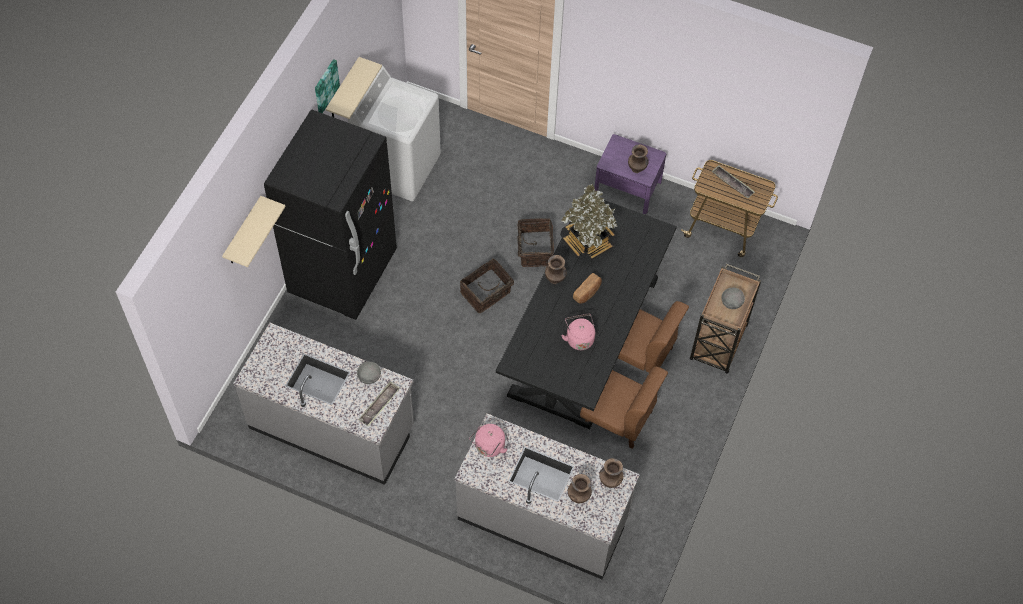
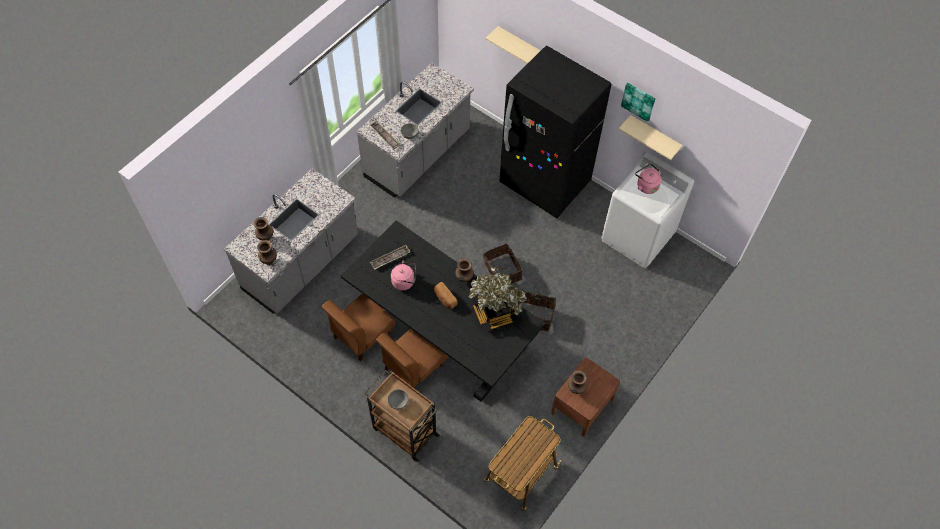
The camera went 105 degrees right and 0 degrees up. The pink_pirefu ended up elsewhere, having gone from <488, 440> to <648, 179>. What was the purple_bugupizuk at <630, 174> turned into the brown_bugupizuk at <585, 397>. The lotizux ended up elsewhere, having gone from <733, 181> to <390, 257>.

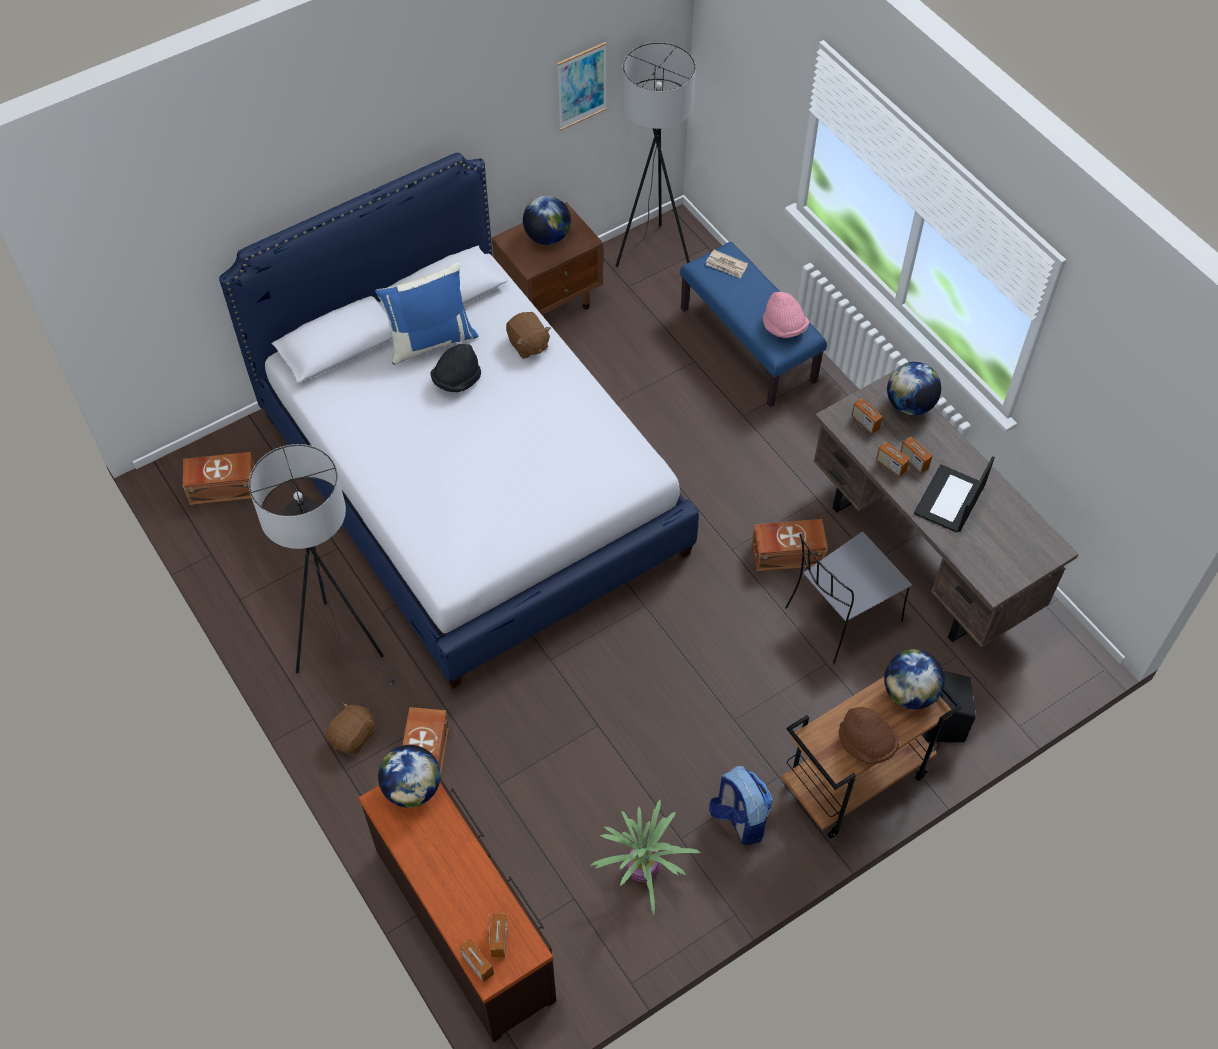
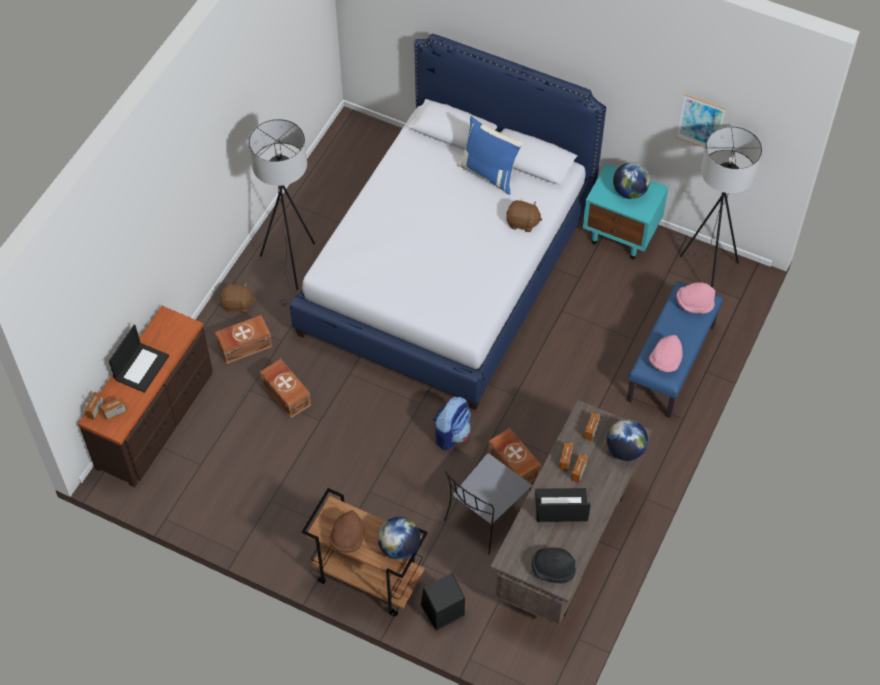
The camera went 60 degrees right and 0 degrees up. The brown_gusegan ended up elsewhere, having gone from <219, 478> to <285, 388>. The second view lost the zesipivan at <409, 776>. The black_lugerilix ended up elsewhere, having gone from <456, 368> to <554, 565>. What was the brown_bugupizuk at <547, 259> turned into the turquoise_bugupizuk at <626, 211>. The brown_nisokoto at <528, 335> ended up facing another way, 105 degrees counterclockwise from before. The second view lost the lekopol at <645, 857>. Where the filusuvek stood at <727, 264>, the pink_lugerilix came to stand at <695, 298>. The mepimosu ended up elsewhere, having gone from <741, 805> to <452, 423>. The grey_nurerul at <848, 598> ended up facing another way, 75 degrees counterclockwise from before. The second view gained the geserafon at <139, 359>.

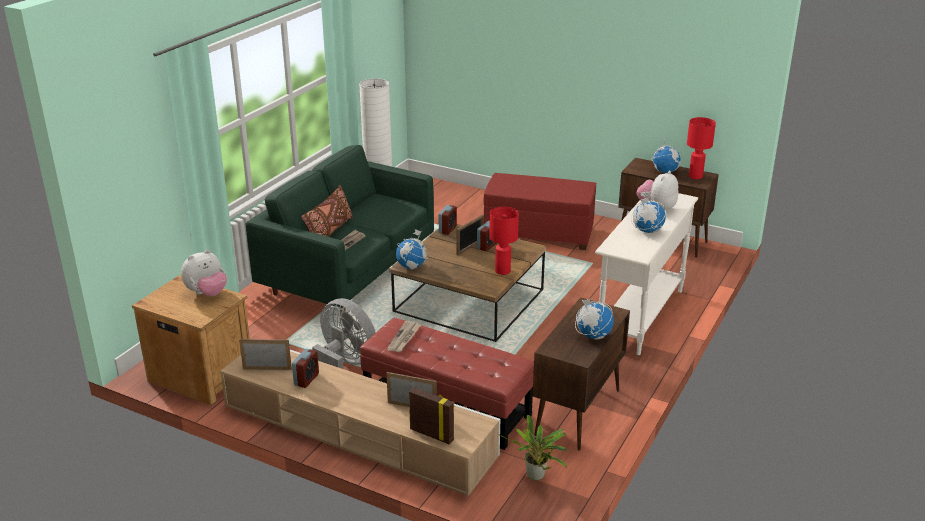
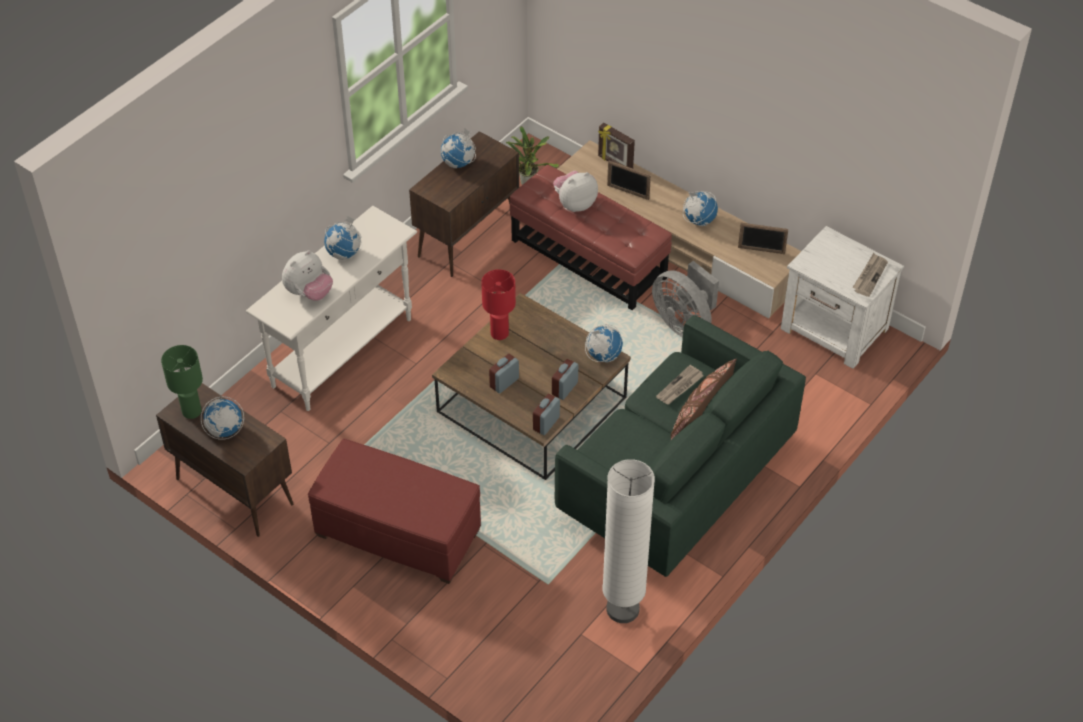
The camera went 170 degrees left and 20 degrees up. What was the brown_bugupizuk at <191, 340> turned into the white_bugupizuk at <842, 297>. The nisokoto ended up elsewhere, having gone from <204, 273> to <575, 191>. The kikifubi ended up elsewhere, having gone from <305, 368> to <565, 379>. The filusuvek ended up elsewhere, having gone from <404, 336> to <870, 275>. The second view lost the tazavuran at <470, 235>. What was the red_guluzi at <701, 148> turned into the green_guluzi at <182, 382>. The second view gained the zesipivan at <700, 208>.

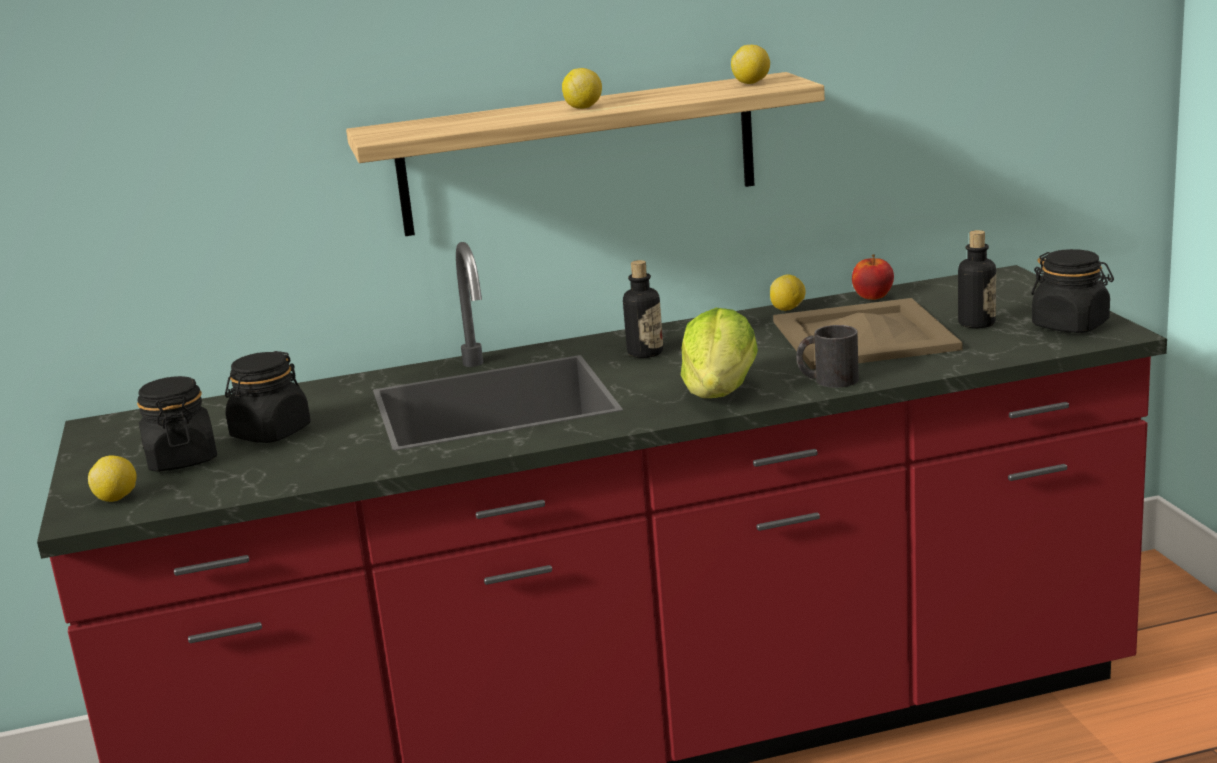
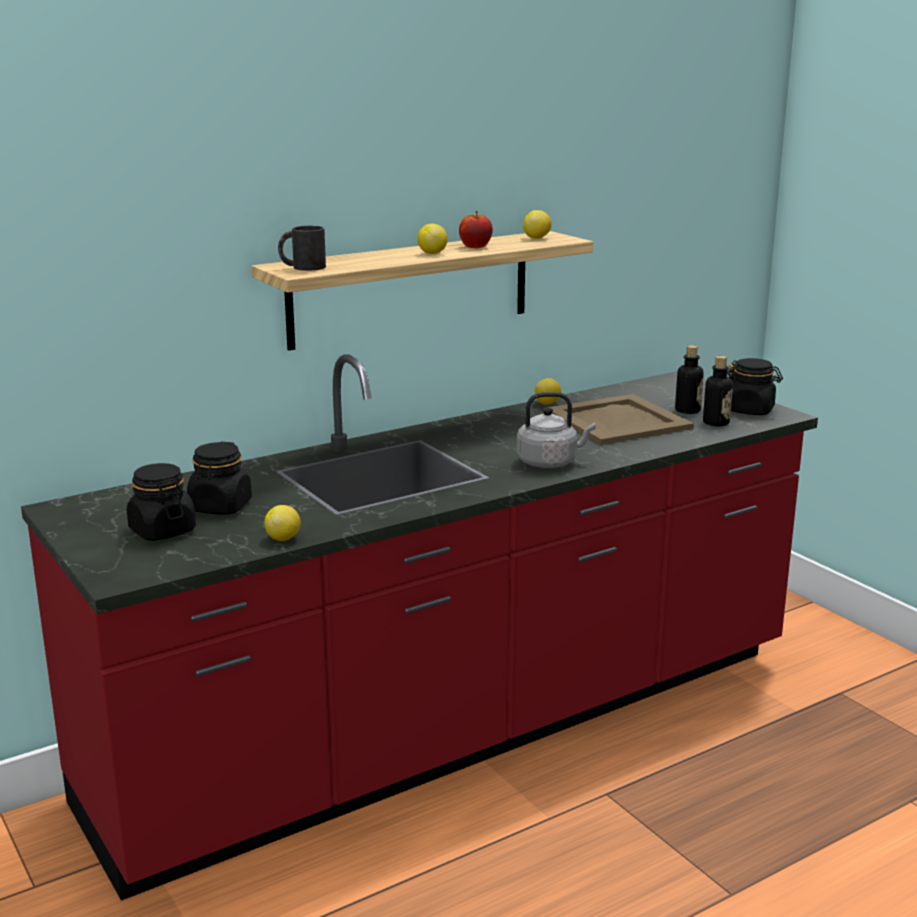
The camera went 20 degrees left and 0 degrees up. The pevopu ended up elsewhere, having gone from <112, 478> to <282, 523>. The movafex ended up elsewhere, having gone from <643, 309> to <718, 391>. Where the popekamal stood at <719, 353>, the grey_pirefu came to stand at <556, 430>. The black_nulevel ended up elsewhere, having gone from <827, 356> to <302, 248>. The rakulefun ended up elsewhere, having gone from <873, 277> to <476, 229>.

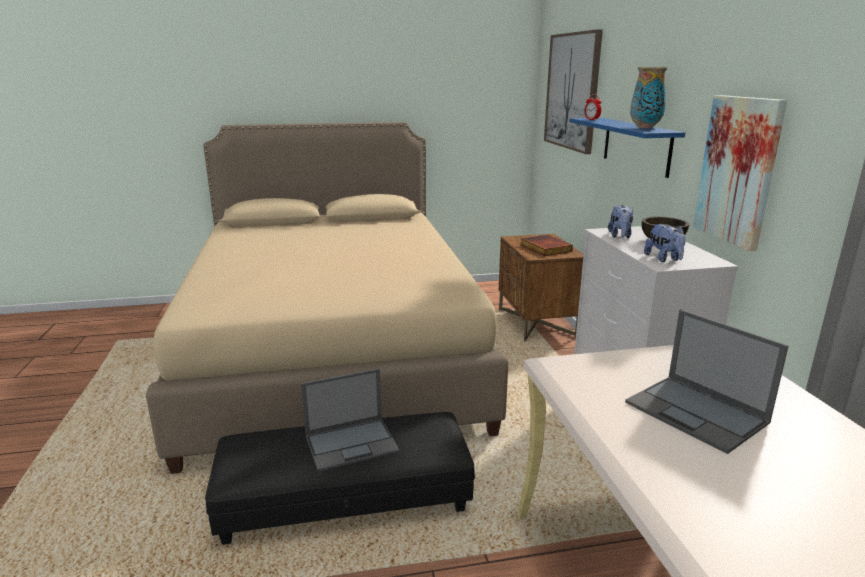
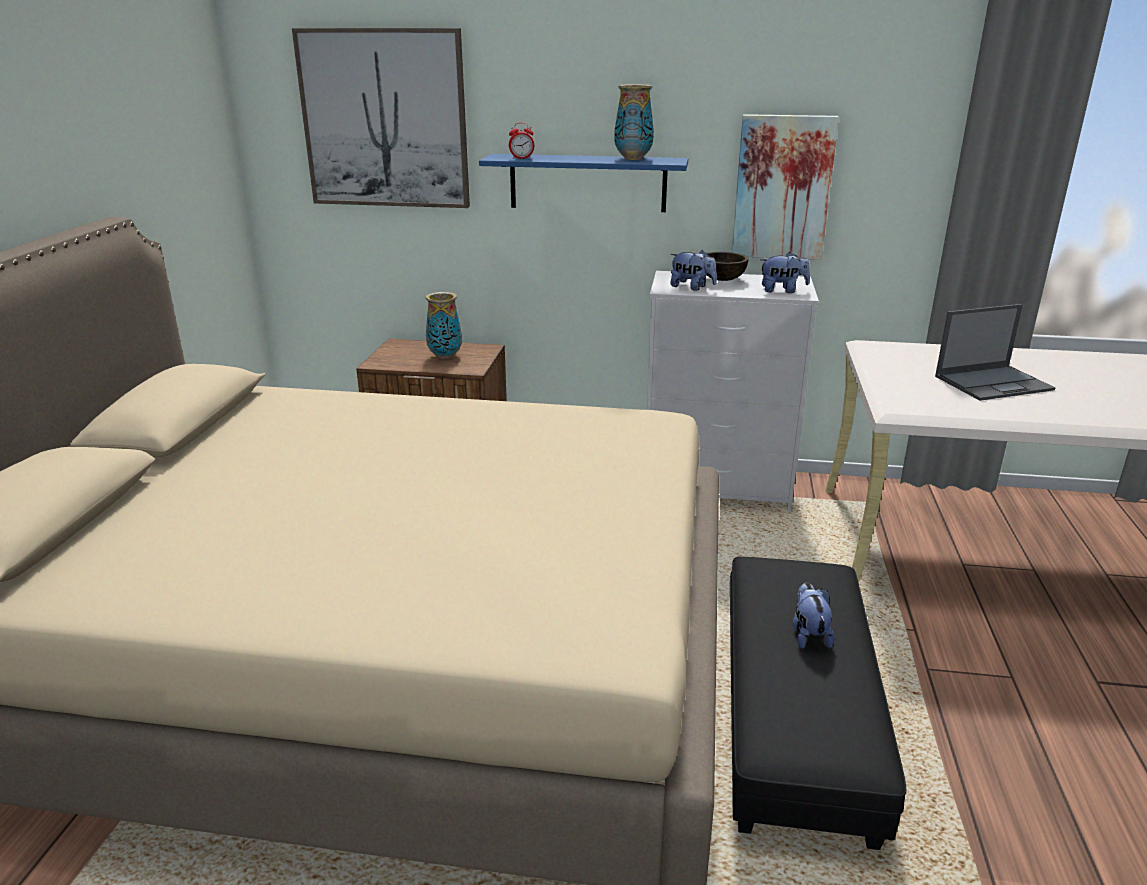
The camera went 70 degrees left and 5 degrees up. Where the geserafon stood at <350, 420>, the nisokoto came to stand at <813, 616>. Where the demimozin stood at <546, 245>, the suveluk came to stand at <444, 325>.

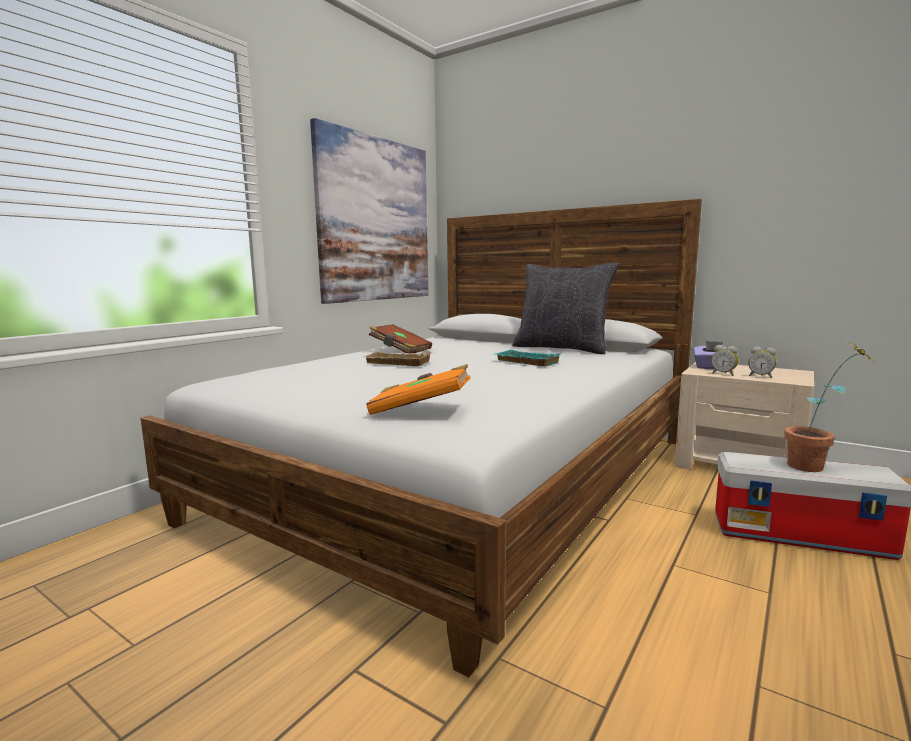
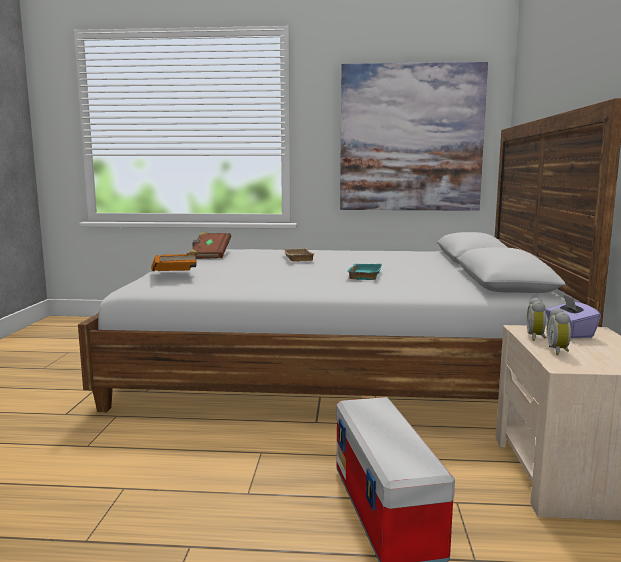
The camera went 60 degrees right and 0 degrees up. The brown_demimozin ended up elsewhere, having gone from <400, 338> to <210, 245>. The second view lost the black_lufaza at <565, 308>. The second view lost the lekopol at <829, 406>.

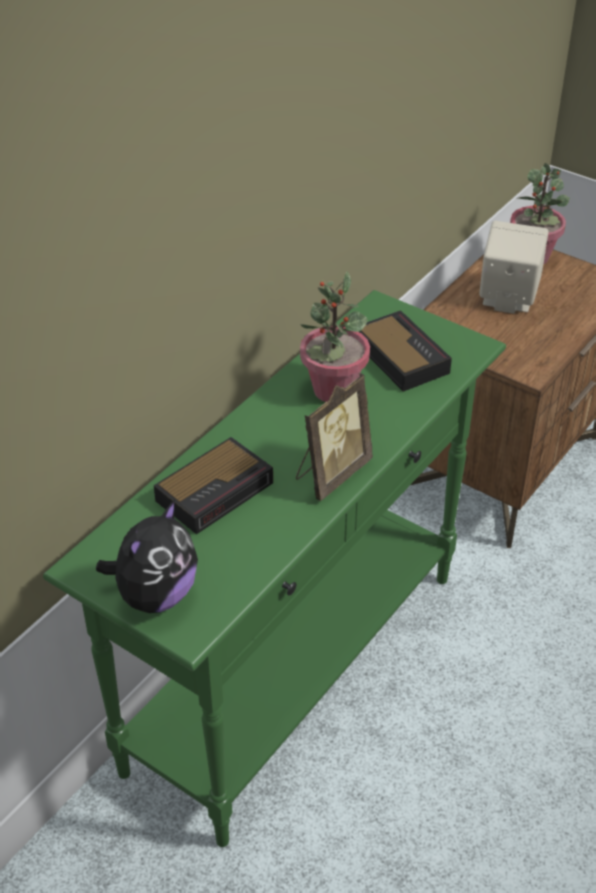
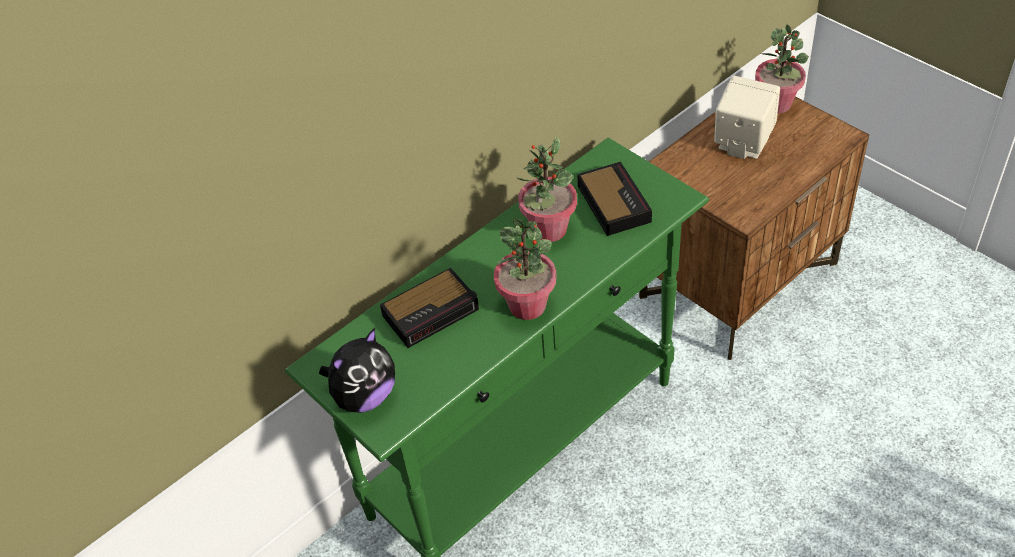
The camera went 15 degrees right and 5 degrees up. Where the tazavuran stood at <334, 437>, the lekopol came to stand at <524, 269>.

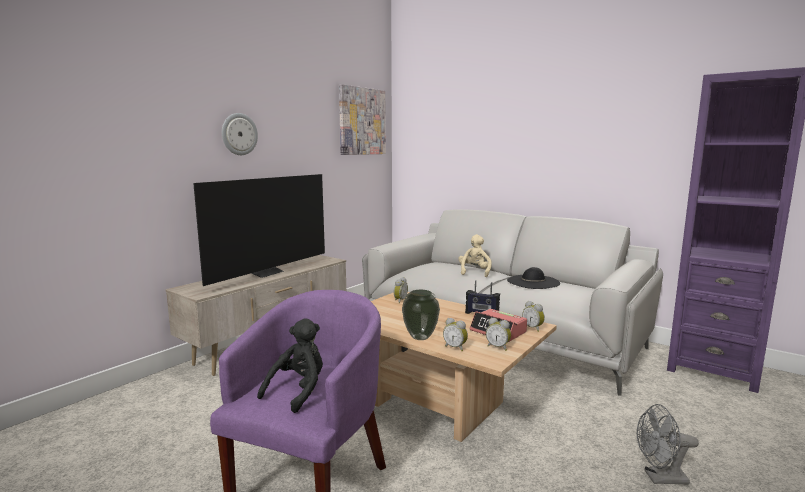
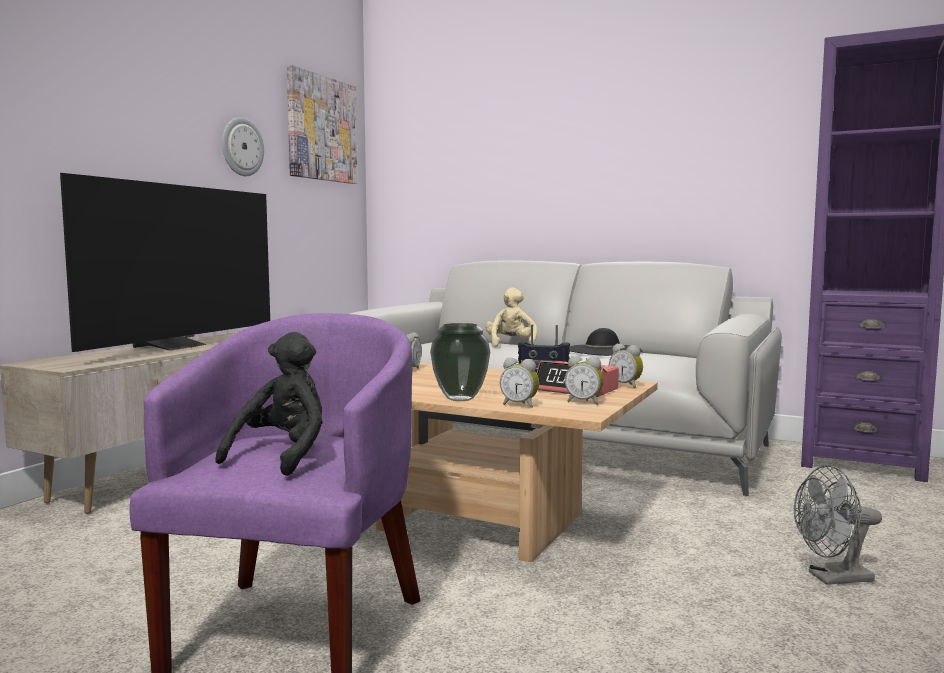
The camera went 10 degrees left and 5 degrees down. The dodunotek ended up elsewhere, having gone from <240, 134> to <243, 146>.

